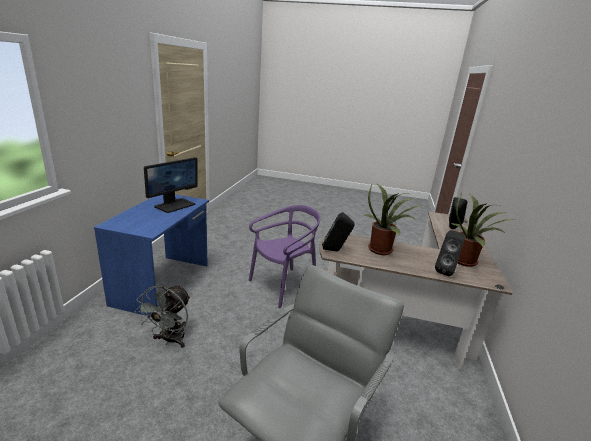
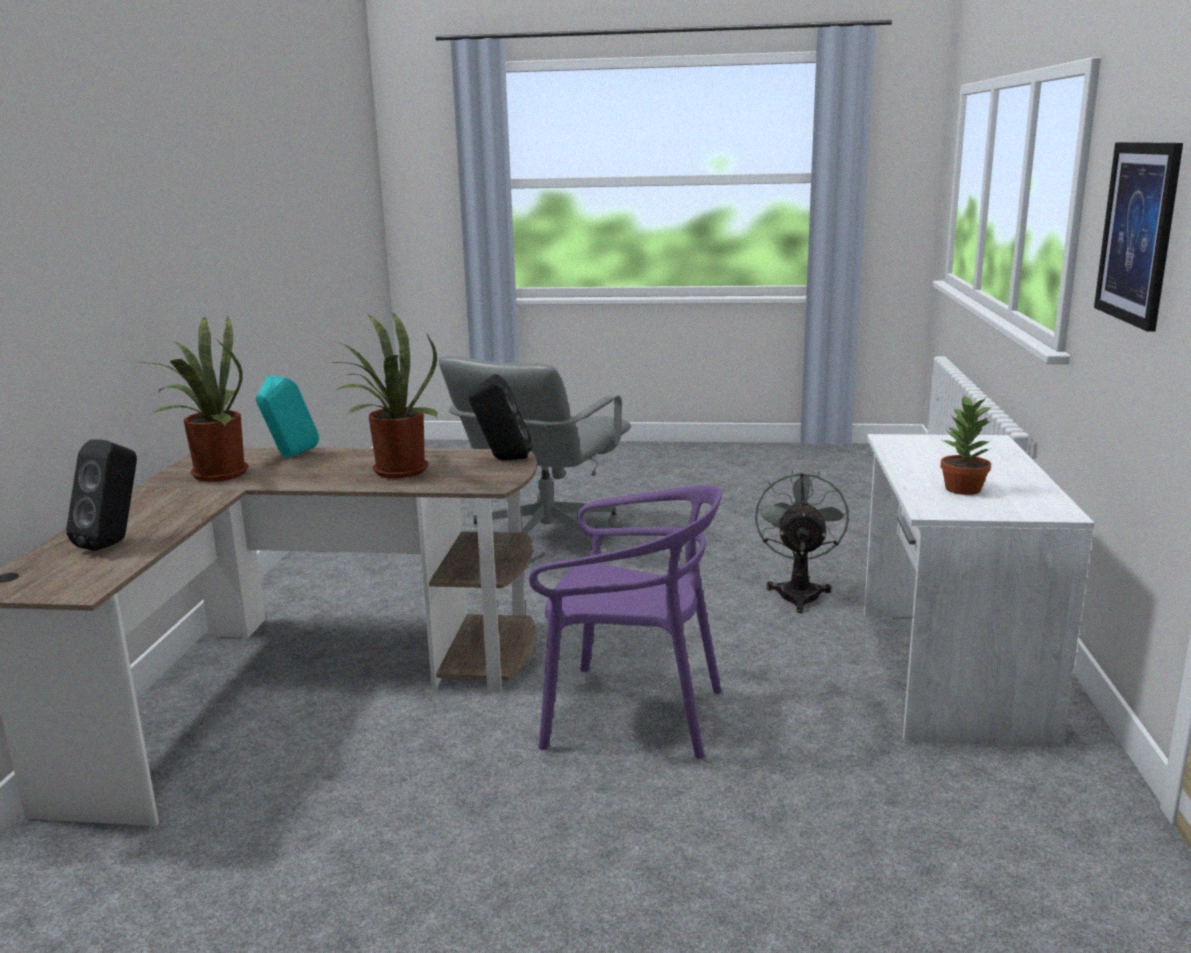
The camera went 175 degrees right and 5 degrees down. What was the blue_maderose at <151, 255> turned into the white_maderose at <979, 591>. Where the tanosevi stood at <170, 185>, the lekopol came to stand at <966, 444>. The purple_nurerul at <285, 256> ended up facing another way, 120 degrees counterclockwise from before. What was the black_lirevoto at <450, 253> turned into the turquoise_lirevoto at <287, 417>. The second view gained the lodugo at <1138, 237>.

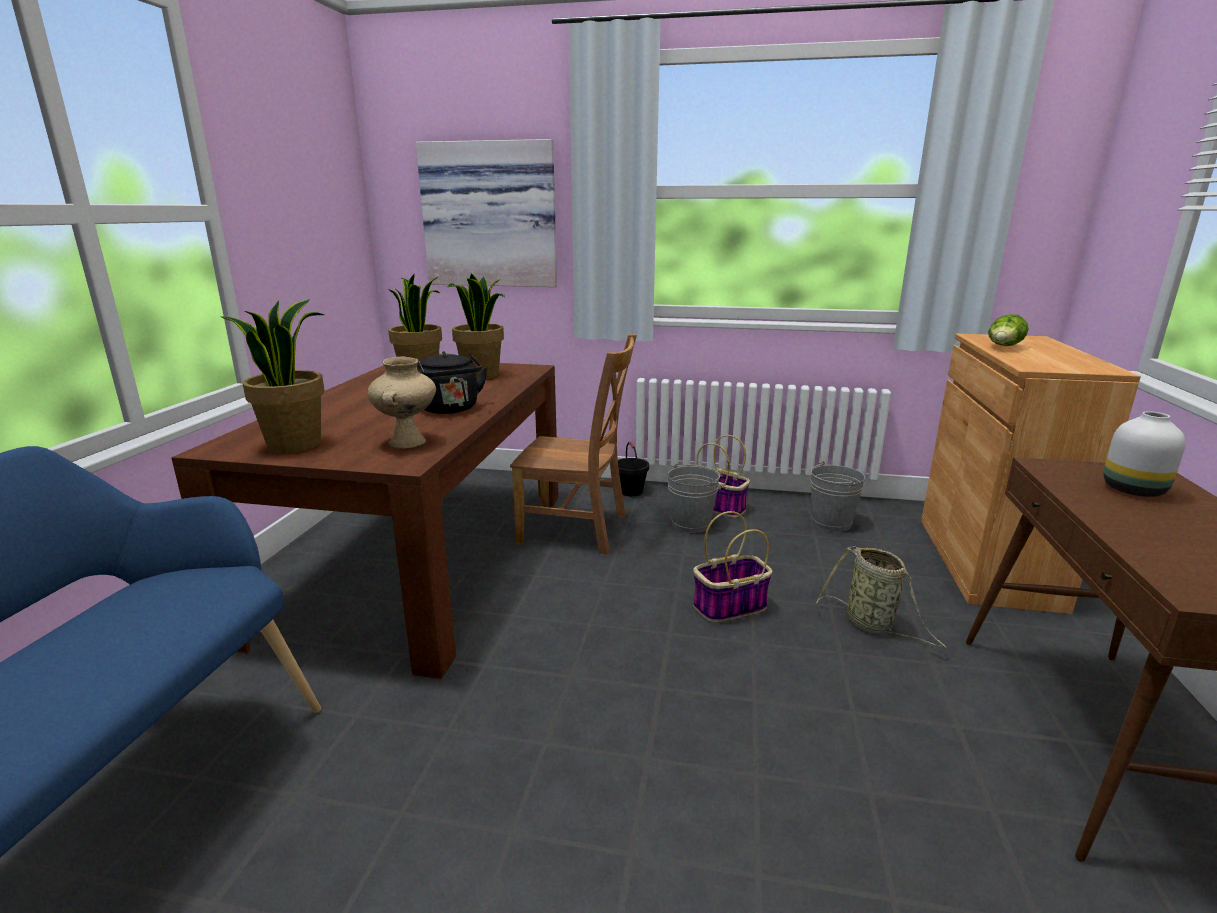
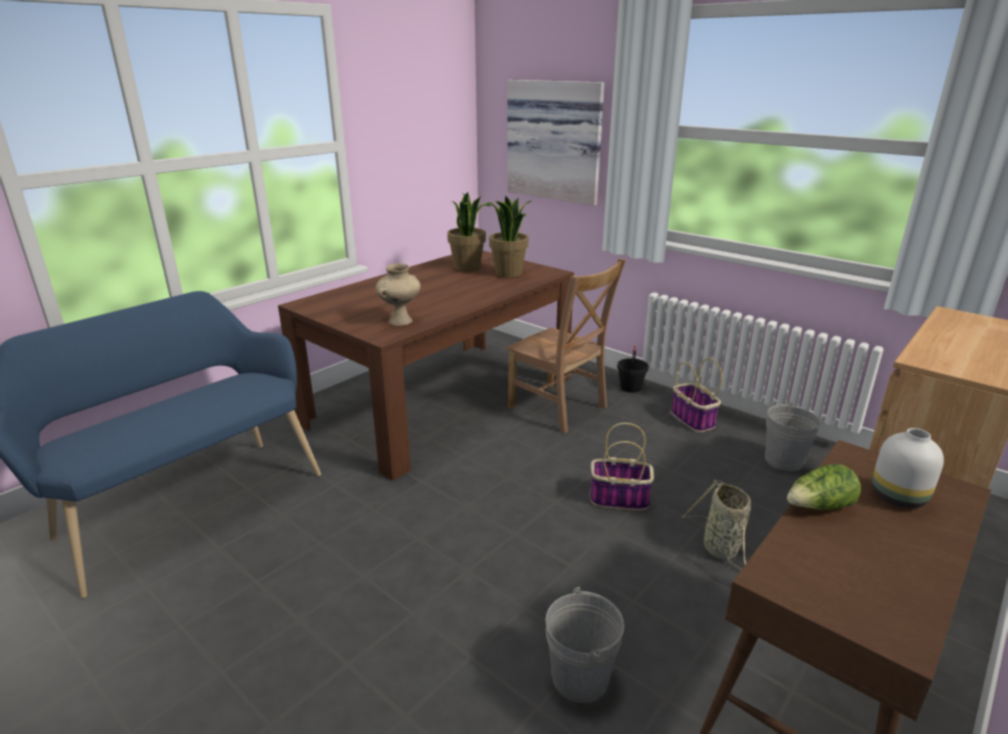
The camera went 30 degrees right and 5 degrees up. The second view lost the lekopol at <272, 376>. The second view lost the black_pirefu at <452, 382>. The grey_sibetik ended up elsewhere, having gone from <694, 498> to <584, 645>. The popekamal ended up elsewhere, having gone from <1008, 330> to <824, 487>.

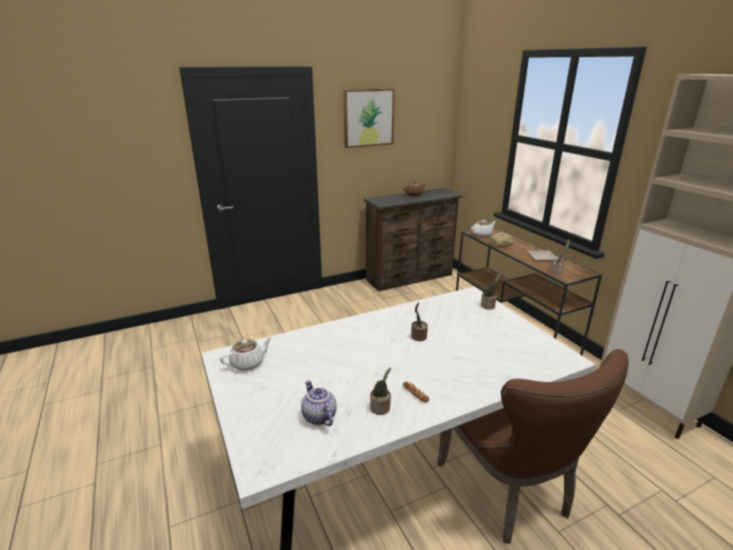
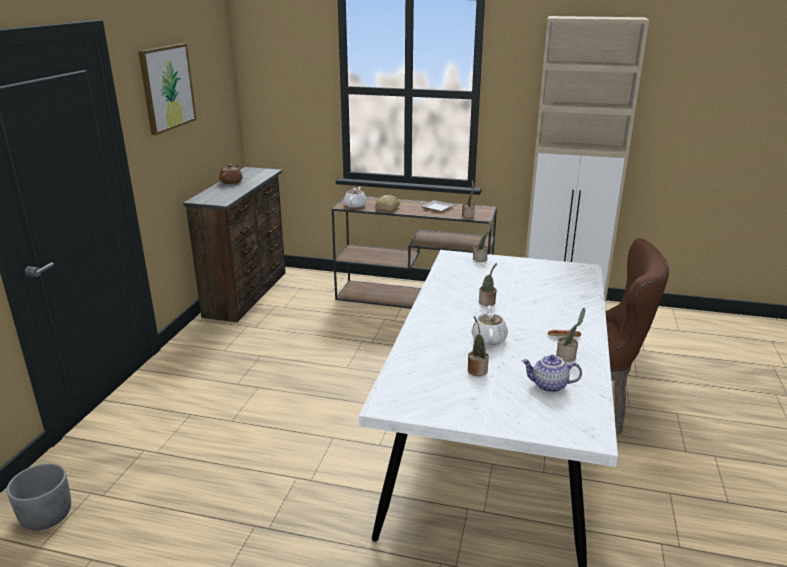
The camera went 50 degrees left and 0 degrees up. The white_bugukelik ended up elsewhere, having gone from <246, 354> to <489, 325>. The second view gained the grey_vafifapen at <38, 496>. The second view gained the lekopol at <478, 346>.

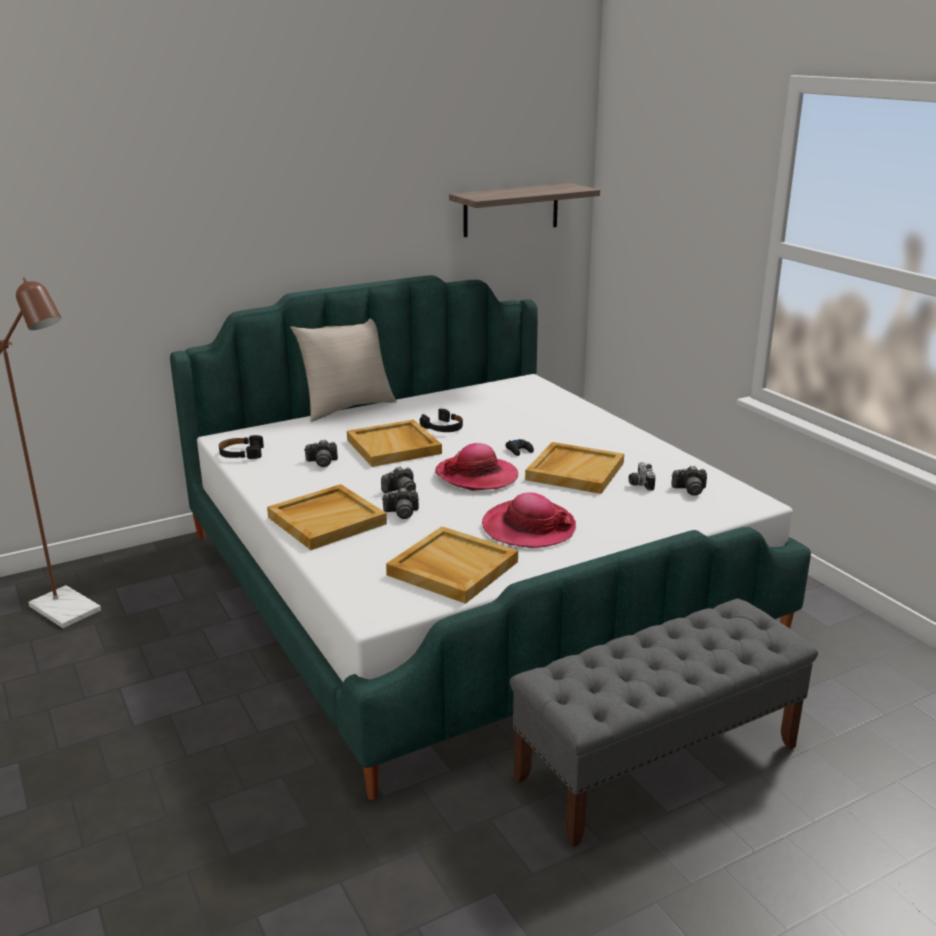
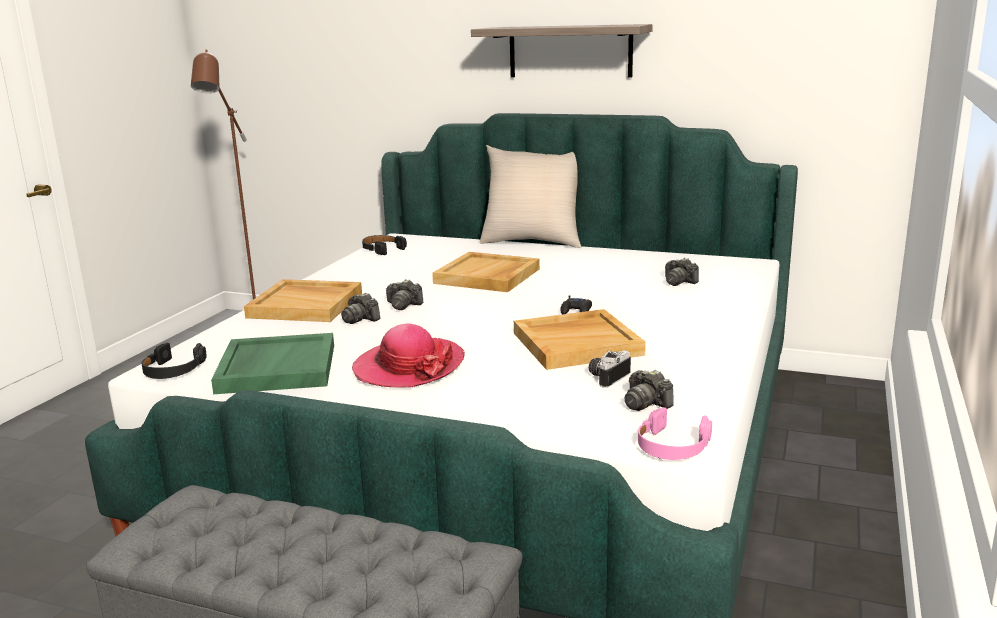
The camera went 50 degrees right and 5 degrees down. The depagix ended up elsewhere, having gone from <321, 453> to <682, 272>. What was the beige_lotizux at <452, 565> turned into the green_lotizux at <272, 363>. The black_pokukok ended up elsewhere, having gone from <441, 420> to <173, 361>. The second view lost the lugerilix at <476, 467>. The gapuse ended up elsewhere, having gone from <524, 210> to <562, 51>. The second view gained the pink_pokukok at <675, 433>.

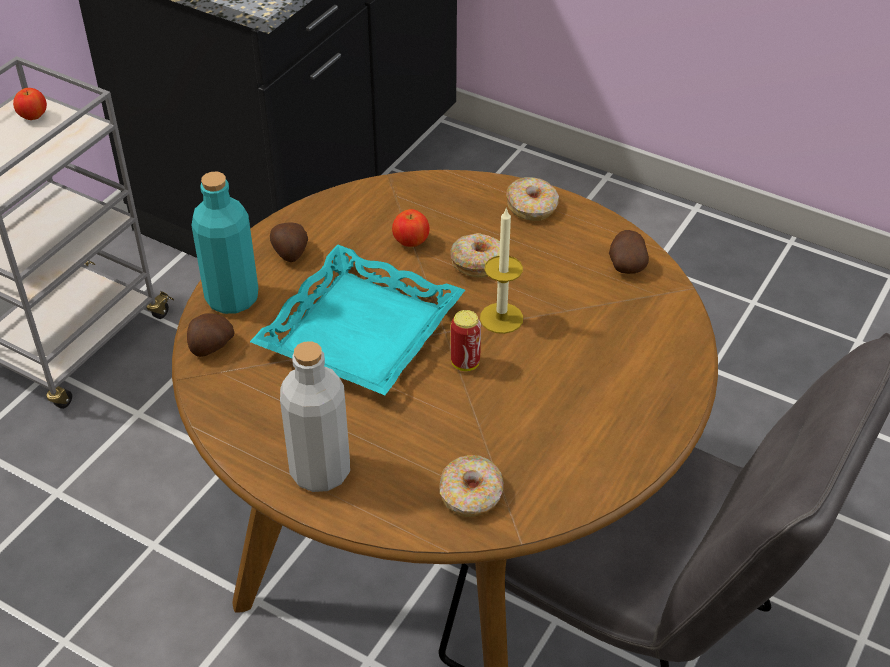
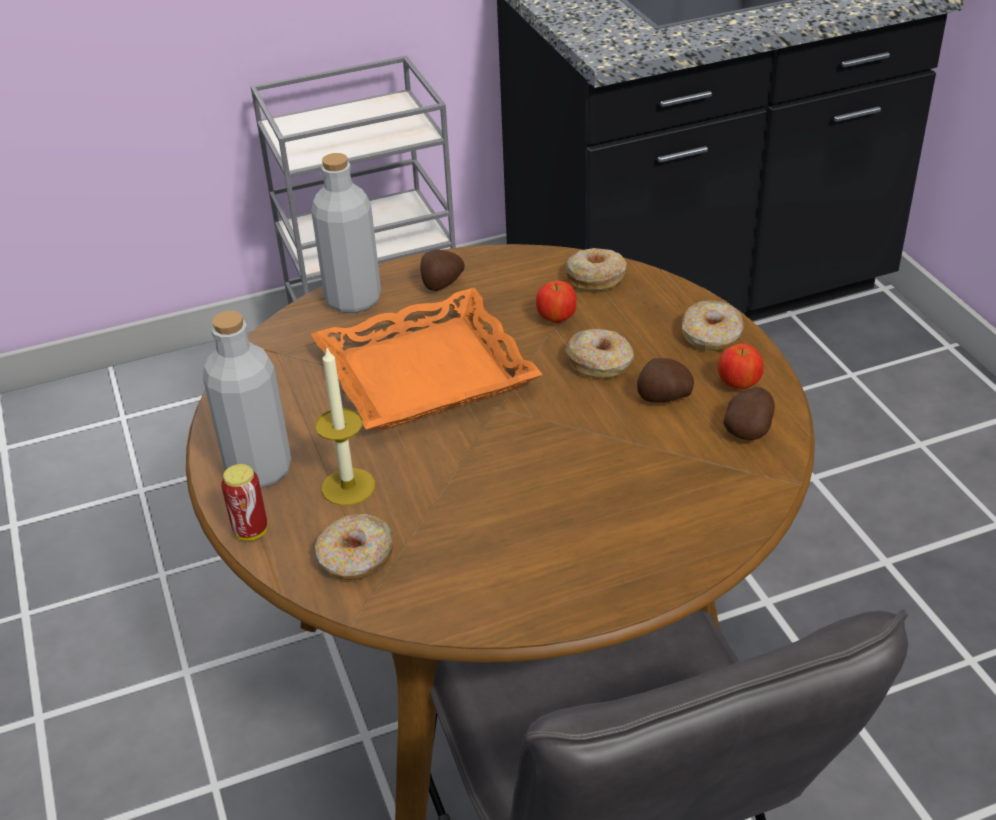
The camera went 40 degrees right and 5 degrees down. The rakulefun ended up elsewhere, having gone from <30, 104> to <740, 367>. The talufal ended up elsewhere, having gone from <211, 335> to <665, 380>. What was the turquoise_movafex at <224, 243> turned into the grey_movafex at <346, 233>. What was the turquoise_lotizux at <357, 319> turned into the orange_lotizux at <427, 359>. The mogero ended up elsewhere, having gone from <466, 340> to <244, 502>. The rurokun ended up elsewhere, having gone from <501, 270> to <345, 427>. The second view gained the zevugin at <596, 269>.

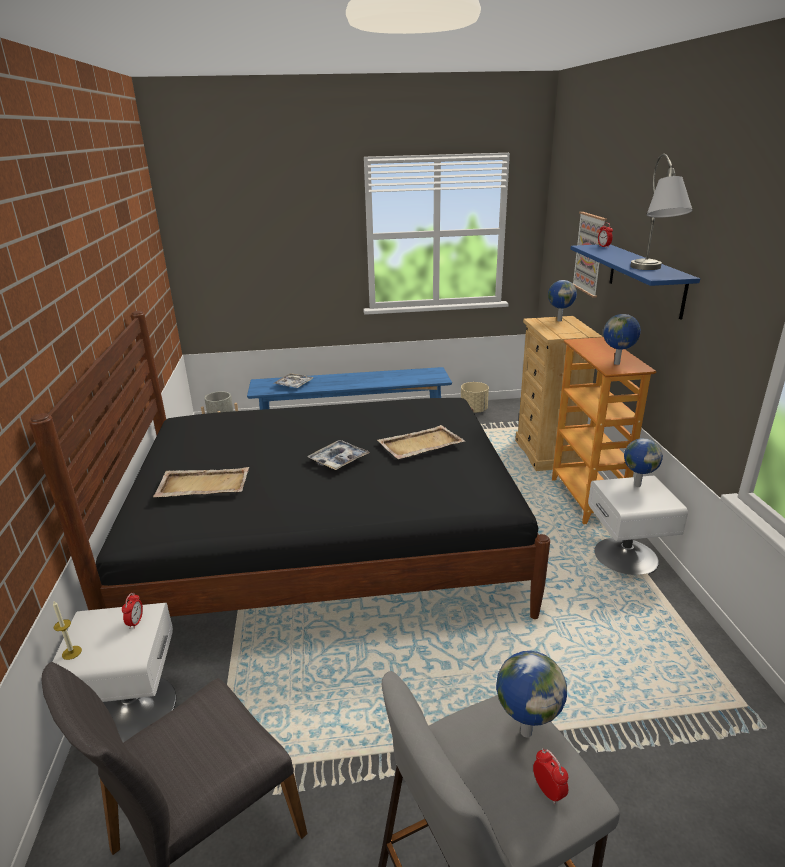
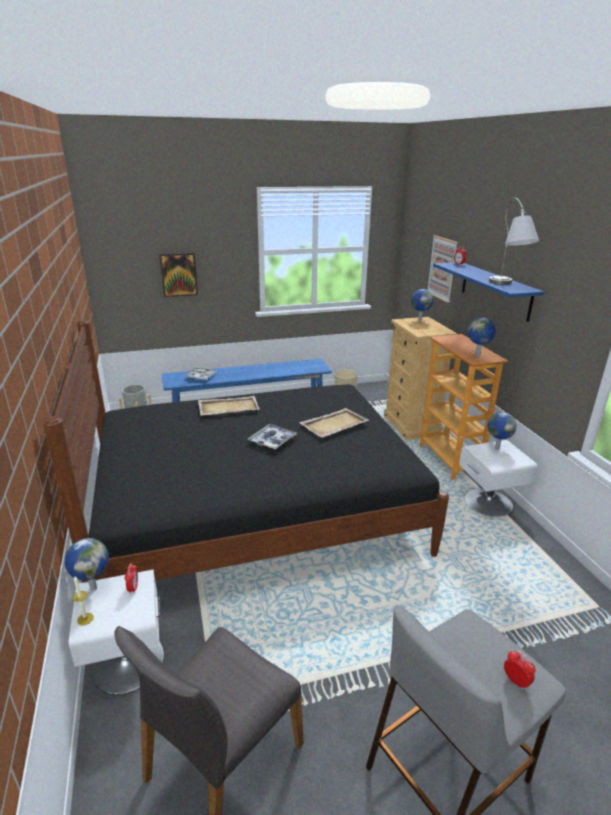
The camera went 10 degrees left and 0 degrees up. The beige_lotizux ended up elsewhere, having gone from <201, 482> to <229, 405>. The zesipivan ended up elsewhere, having gone from <531, 694> to <86, 564>. The second view gained the lodugo at <178, 275>.

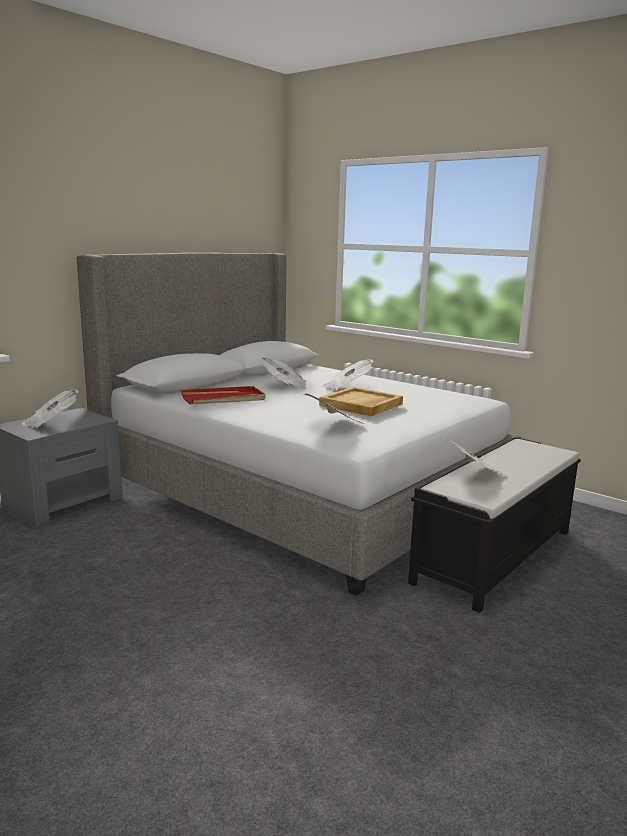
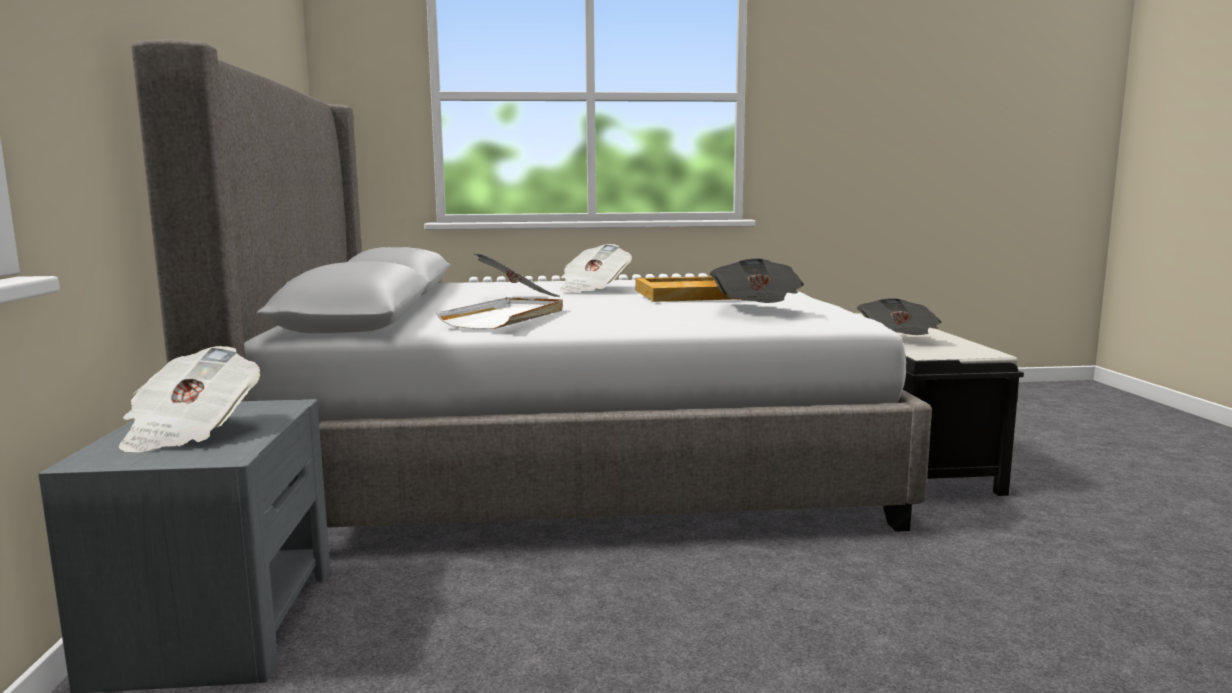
The camera went 45 degrees left and 5 degrees down. What was the red_lotizux at <223, 395> turned into the white_lotizux at <499, 313>.

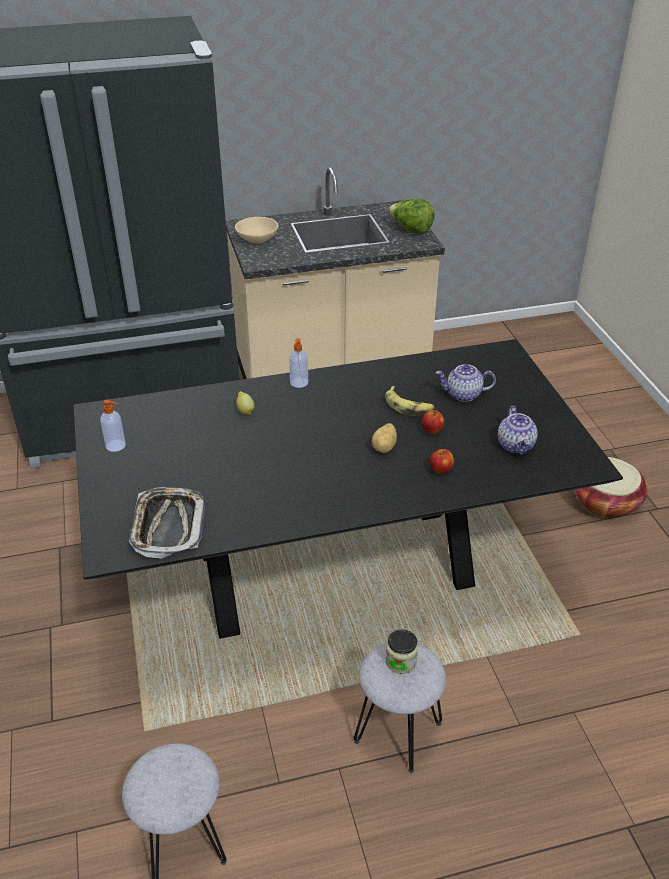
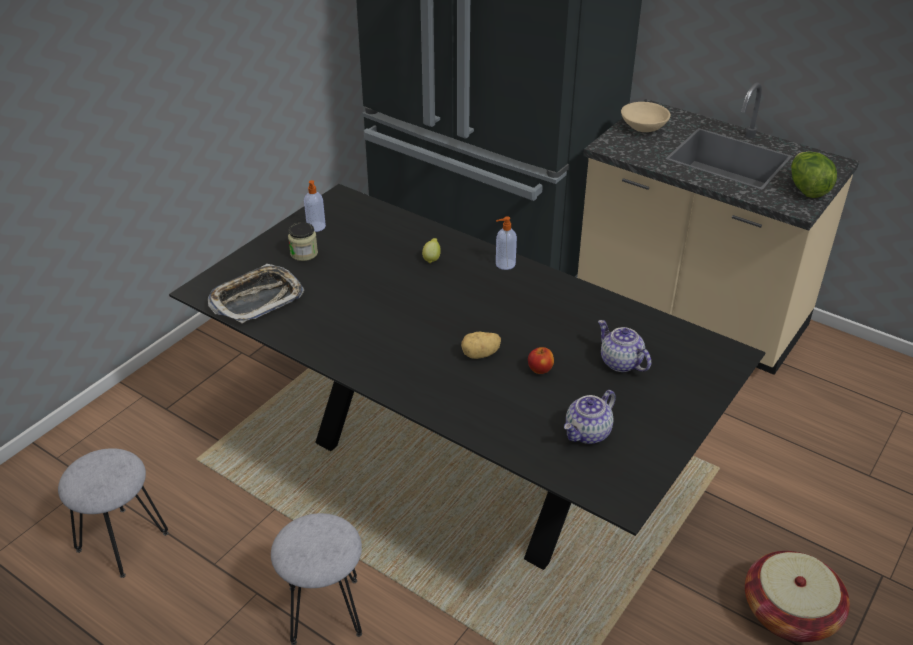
The camera went 50 degrees right and 0 degrees up. The second view lost the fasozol at <410, 400>. The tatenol ended up elsewhere, having gone from <401, 651> to <303, 241>. The second view lost the rakulefun at <442, 461>.

